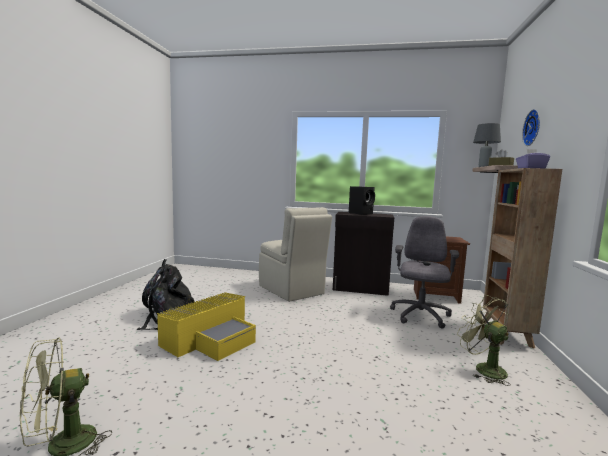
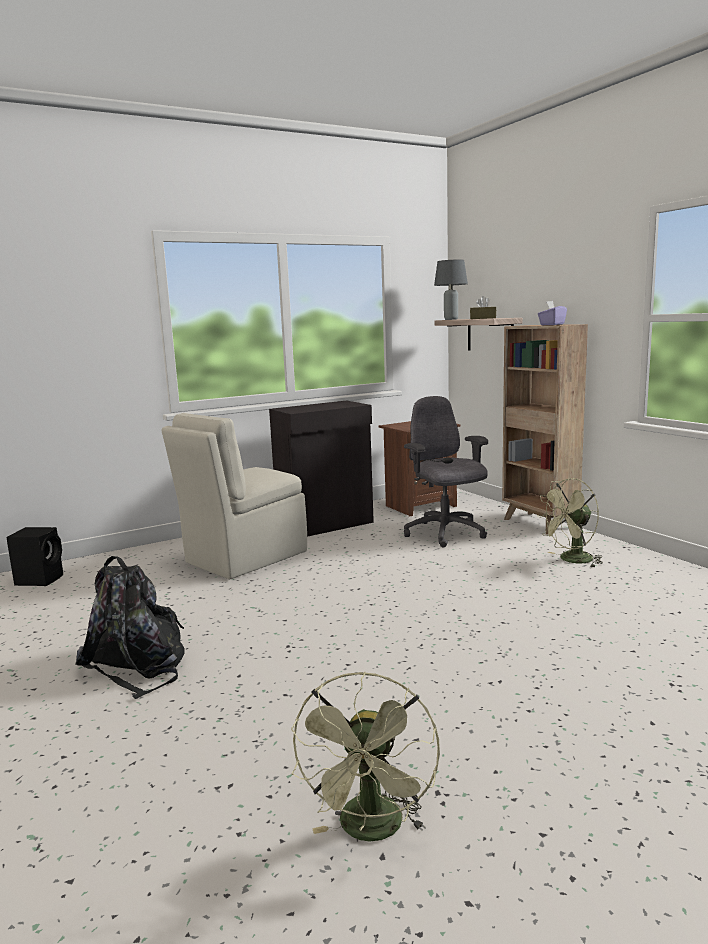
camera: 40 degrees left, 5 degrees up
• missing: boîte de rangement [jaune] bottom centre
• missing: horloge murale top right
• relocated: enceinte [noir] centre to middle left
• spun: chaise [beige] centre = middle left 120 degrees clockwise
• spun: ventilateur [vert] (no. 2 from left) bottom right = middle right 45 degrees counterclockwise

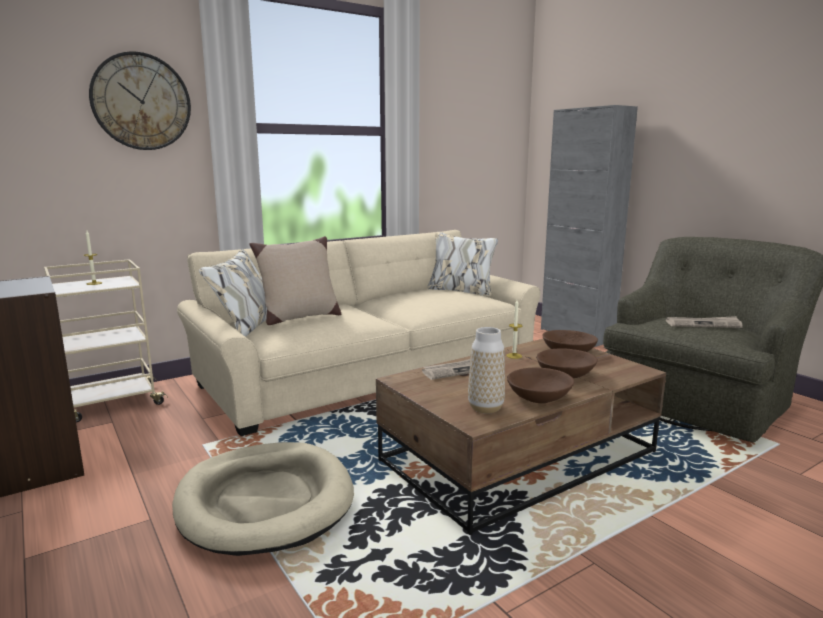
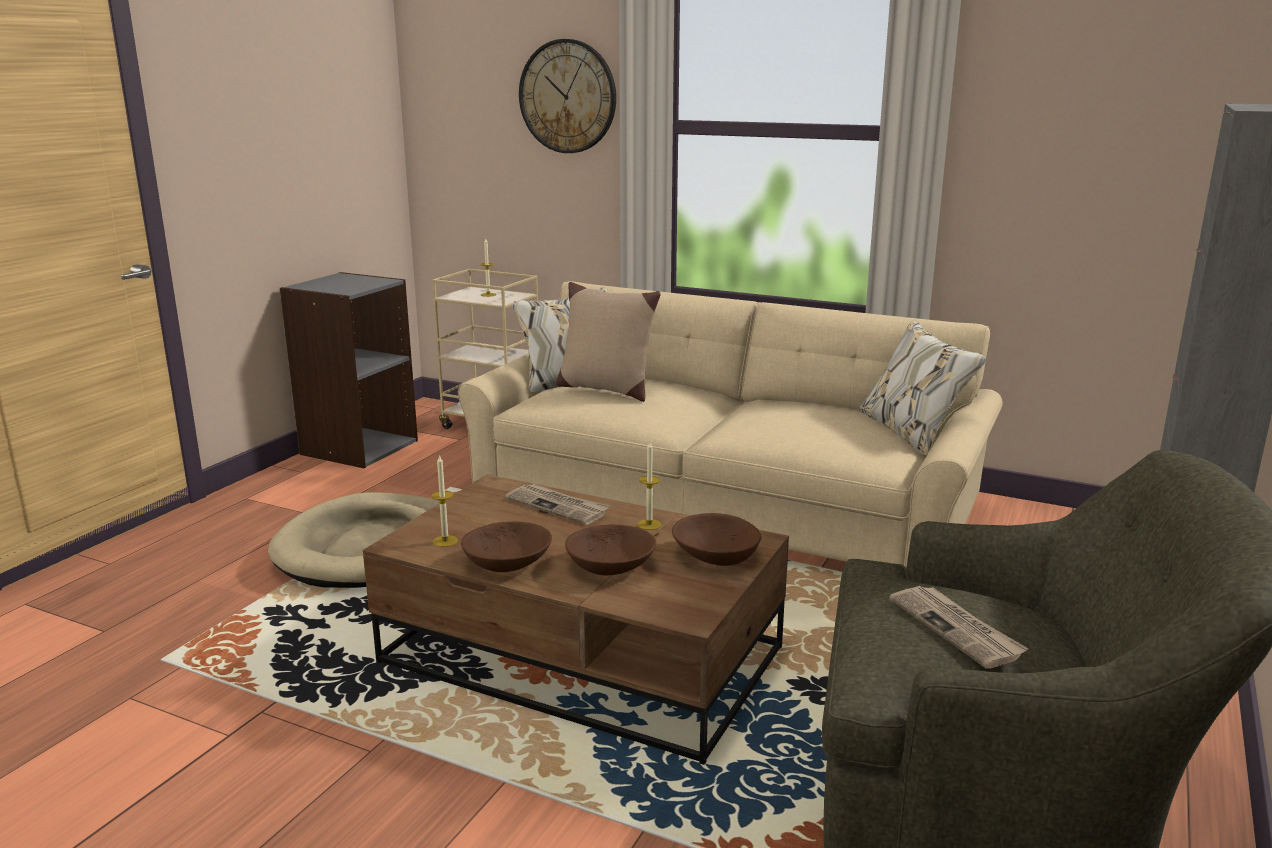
camera: 60 degrees right, 5 degrees up
• exchanged: vase centre to bougie (no. 1 from left) centre

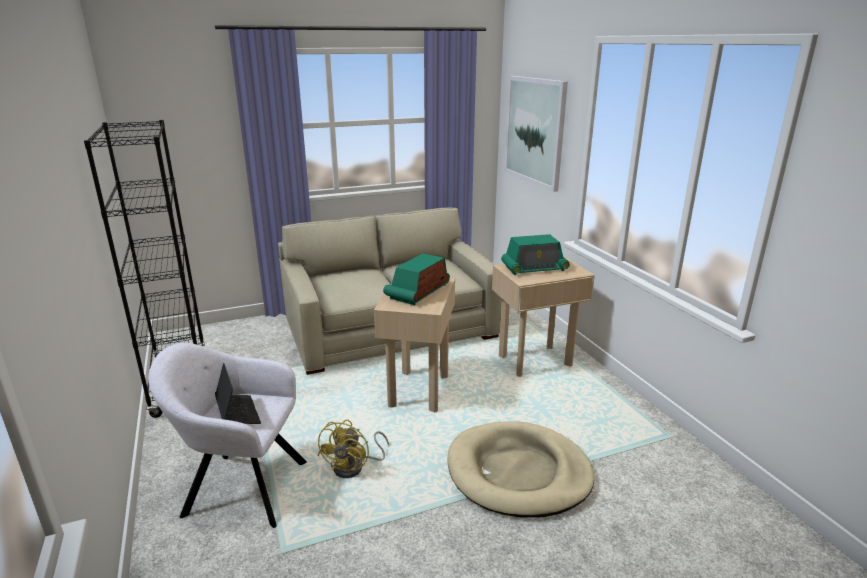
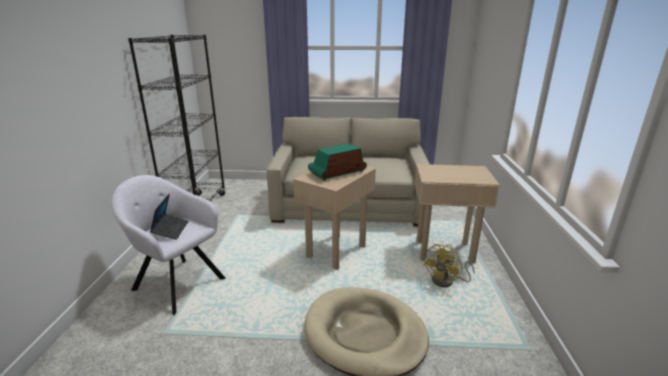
camera: 25 degrees right, 0 degrees up
• missing: radio (no. 2 from left) centre
• missing: tableau top centre
• relocated: ventilateur [jaune] bottom centre to bottom right

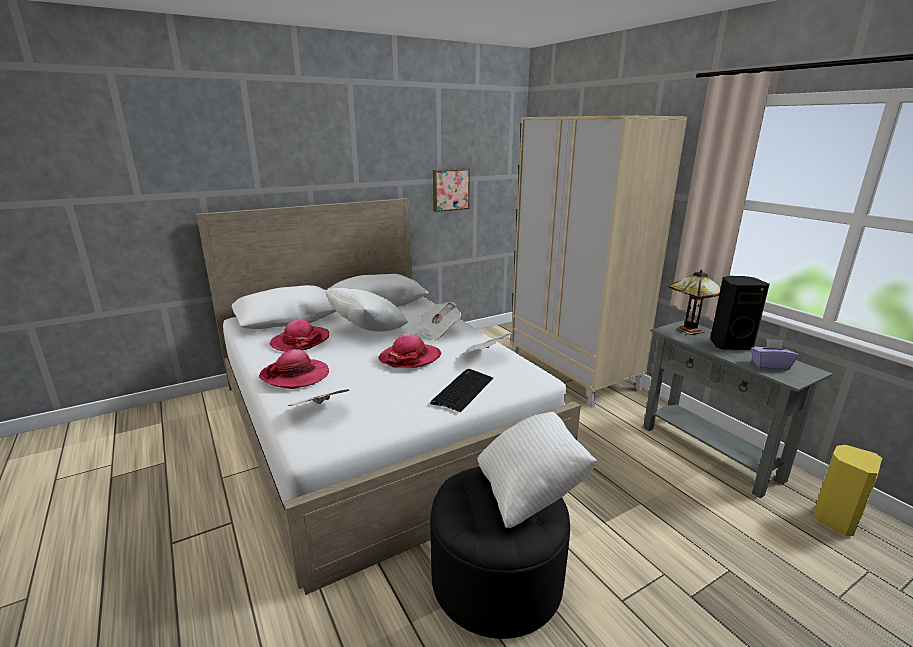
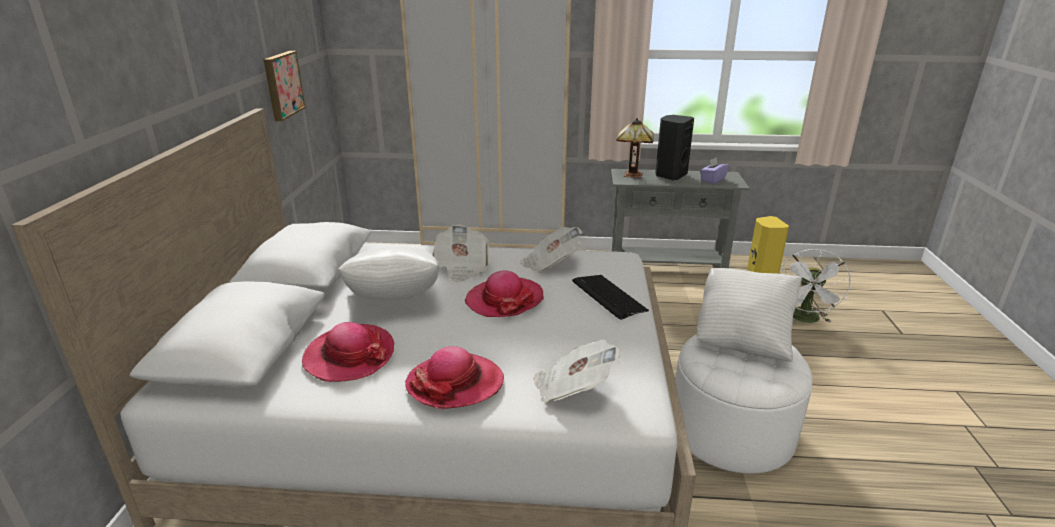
camera: 55 degrees left, 5 degrees up
• appeared: ventilateur [blanc] middle right
• colour: pouf [noir] bottom centre to pouf [blanc] bottom right

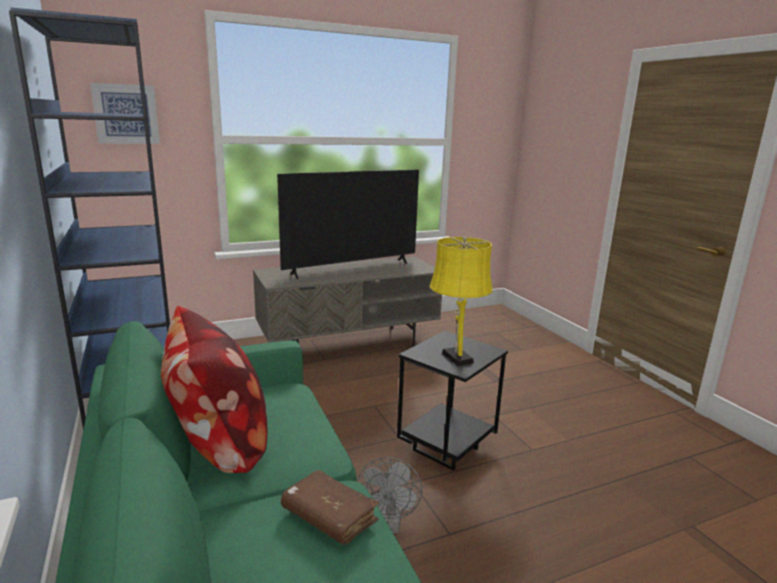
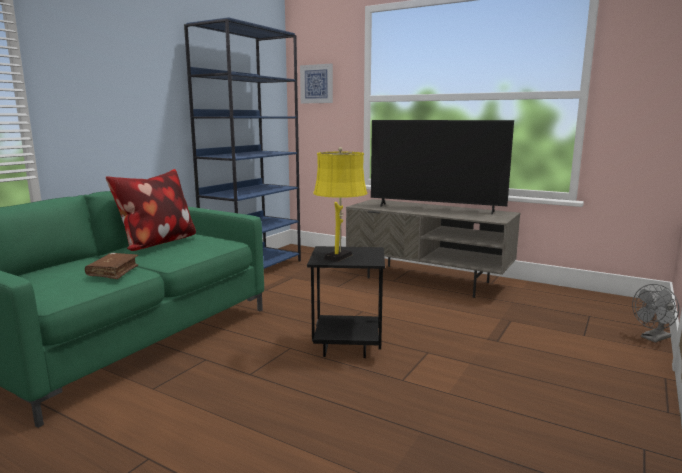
camera: 55 degrees right, 5 degrees down
• relocated: ventilateur [gris] bottom centre to middle right

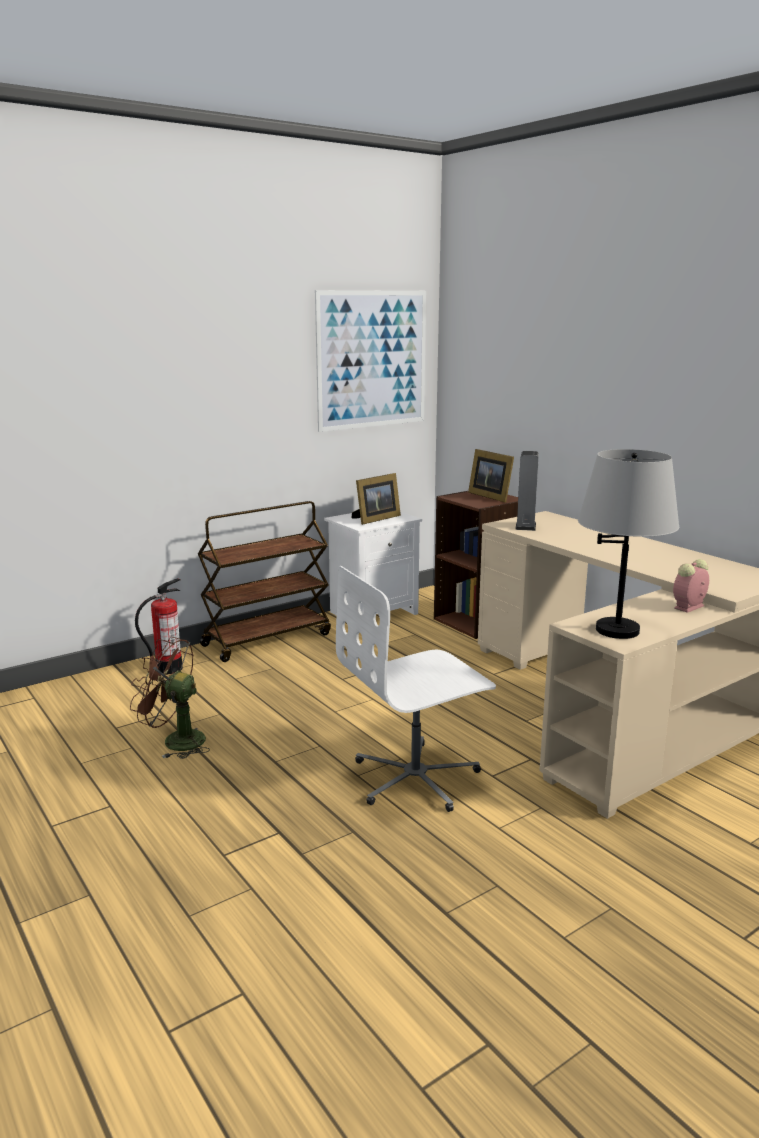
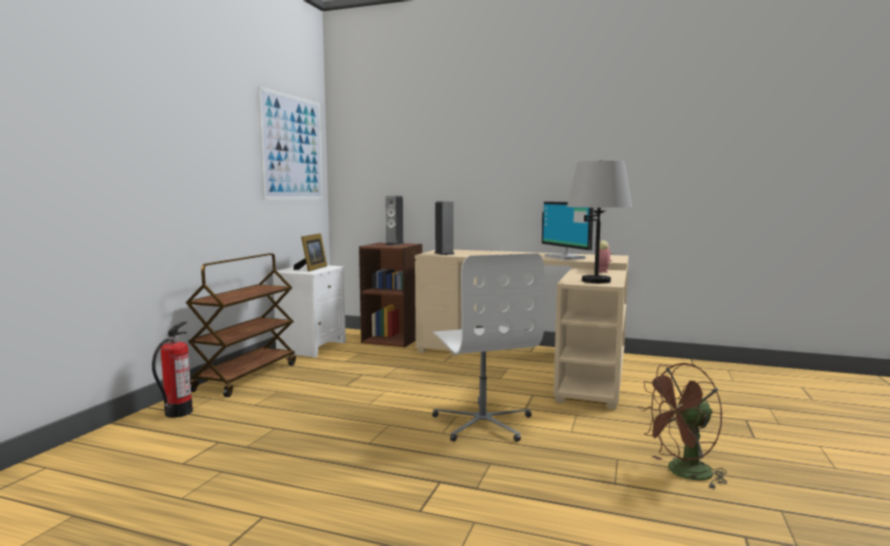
camera: 35 degrees left, 10 degrees down
• appeared: écran d'ordinateur centre
• relocated: ventilateur [marron] middle left to bottom right
• exchanged: cadre photo (no. 2 from left) centre to enceinte (no. 1 from left) centre
• spun: chaise de bureau [blanc] centre = centre 45 degrees counterclockwise

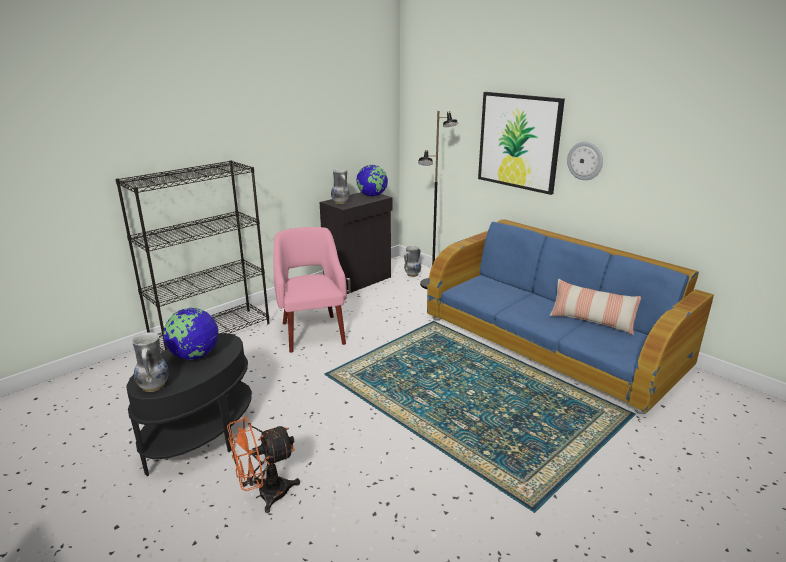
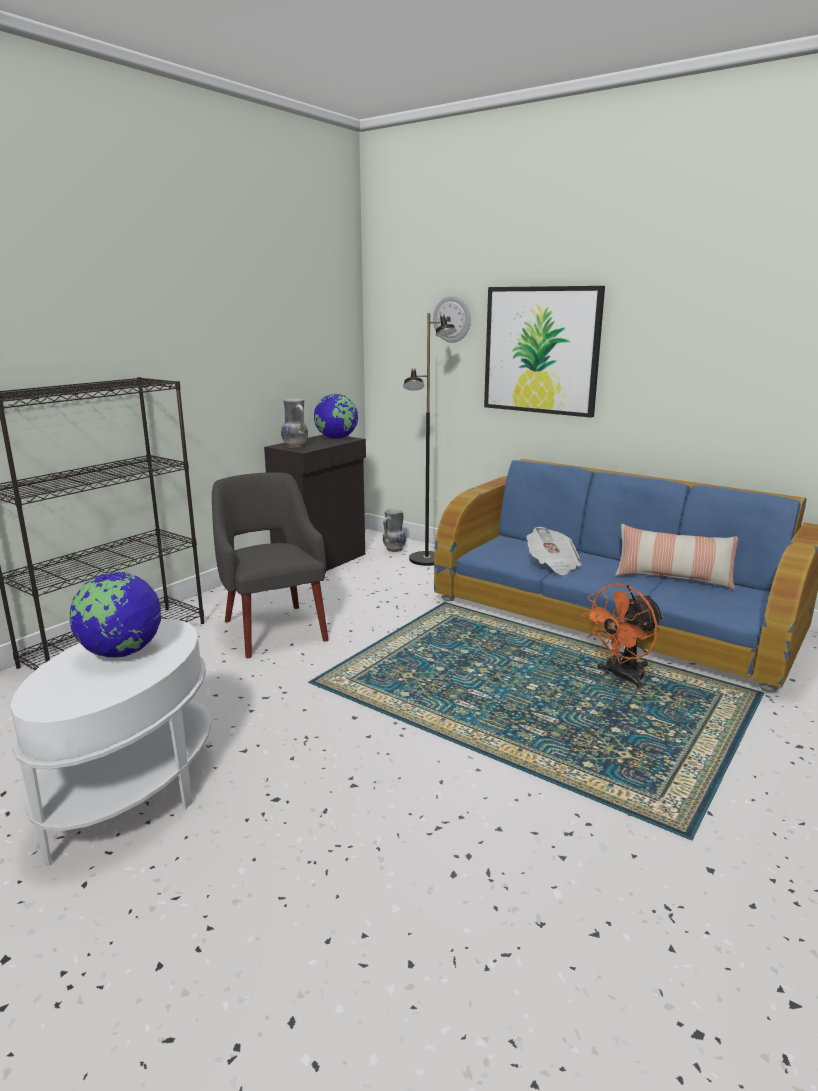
camera: 10 degrees left, 5 degrees down
• missing: vase (no. 1 from left) middle left
• appeared: journal middle right
• relocated: ventilateur [orange] bottom centre to middle right
• relocated: horloge murale top right to top centre
• colour: table d'appoint [noir] bottom left to table d'appoint [blanc] bottom left
• colour: fauteuil [rose] centre to fauteuil [gris] middle left

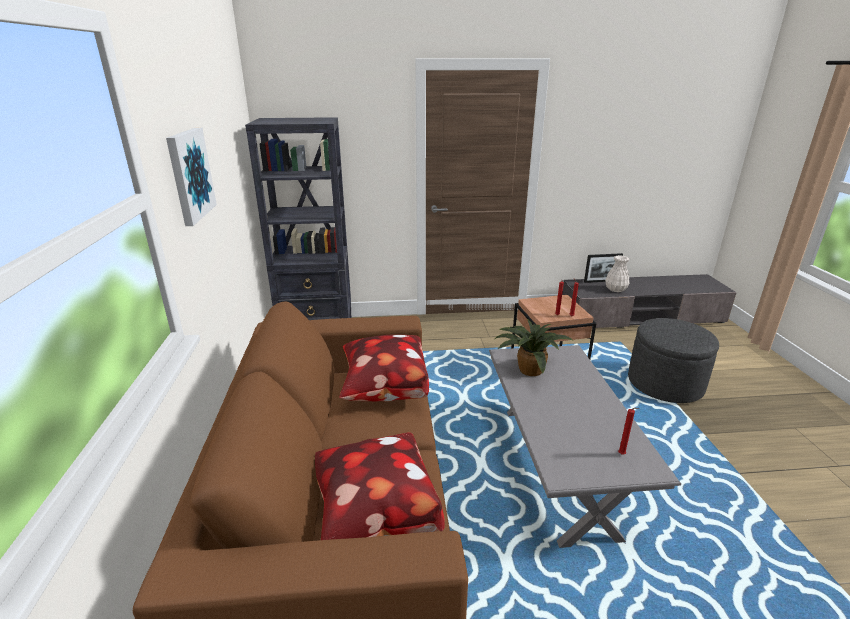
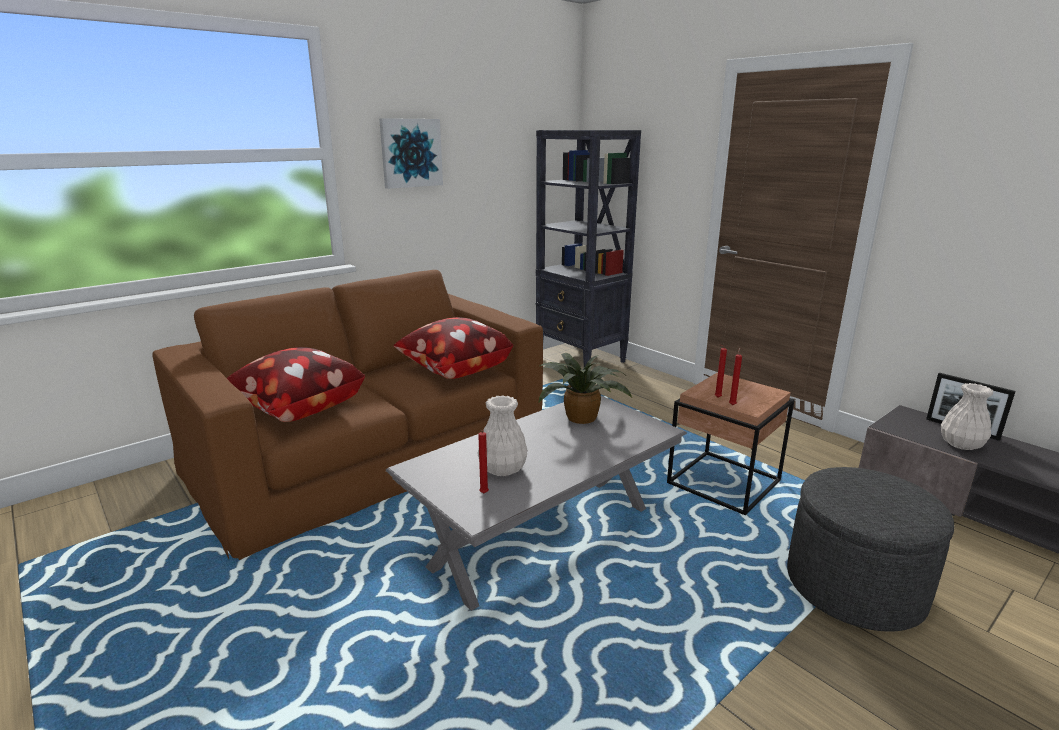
camera: 55 degrees right, 5 degrees down
• appeared: vase [blanc] (no. 1 from left) centre

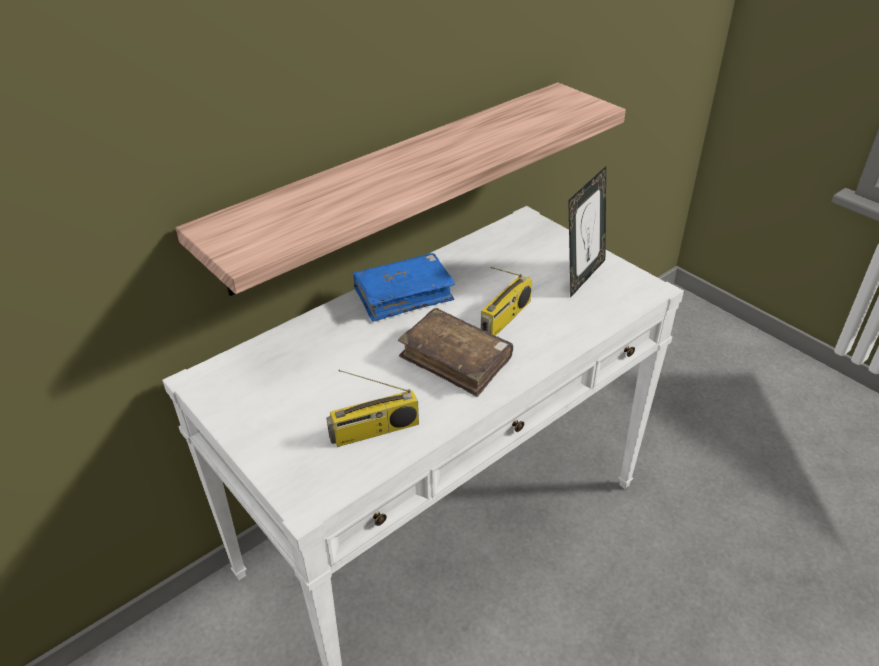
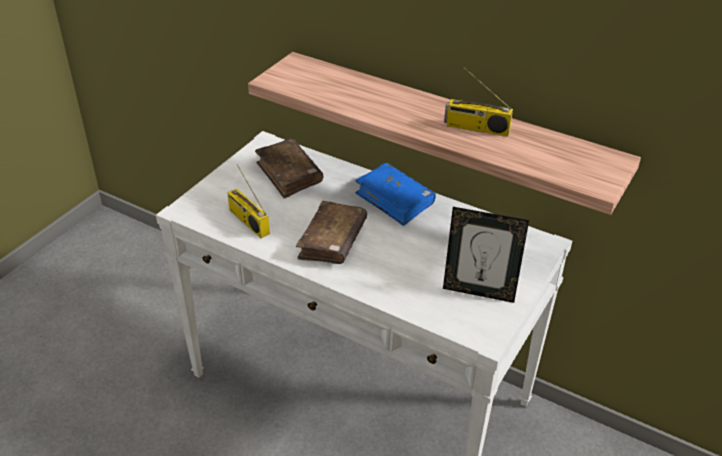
camera: 70 degrees right, 0 degrees up
• appeared: livre [marron] (no. 1 from left) centre
• relocated: radio (no. 2 from left) centre to top centre

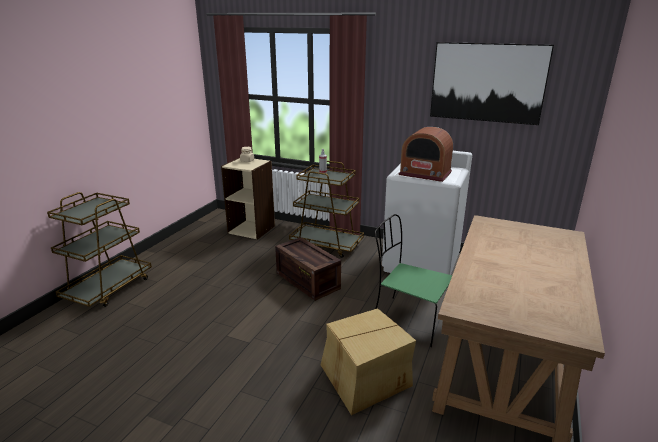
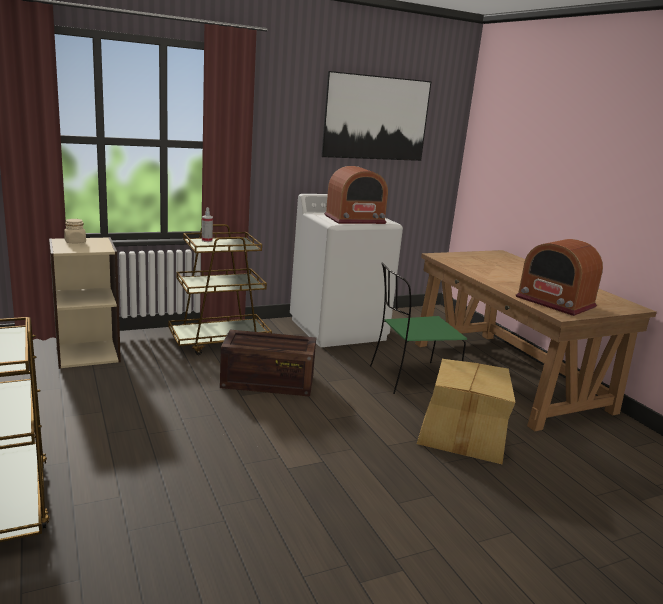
camera: 50 degrees left, 5 degrees down
• appeared: radio (no. 2 from left) middle right

